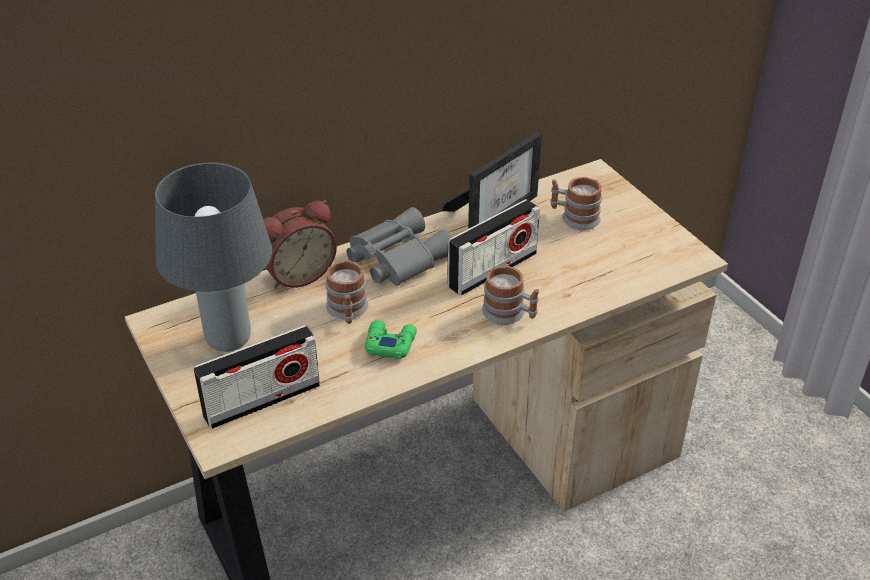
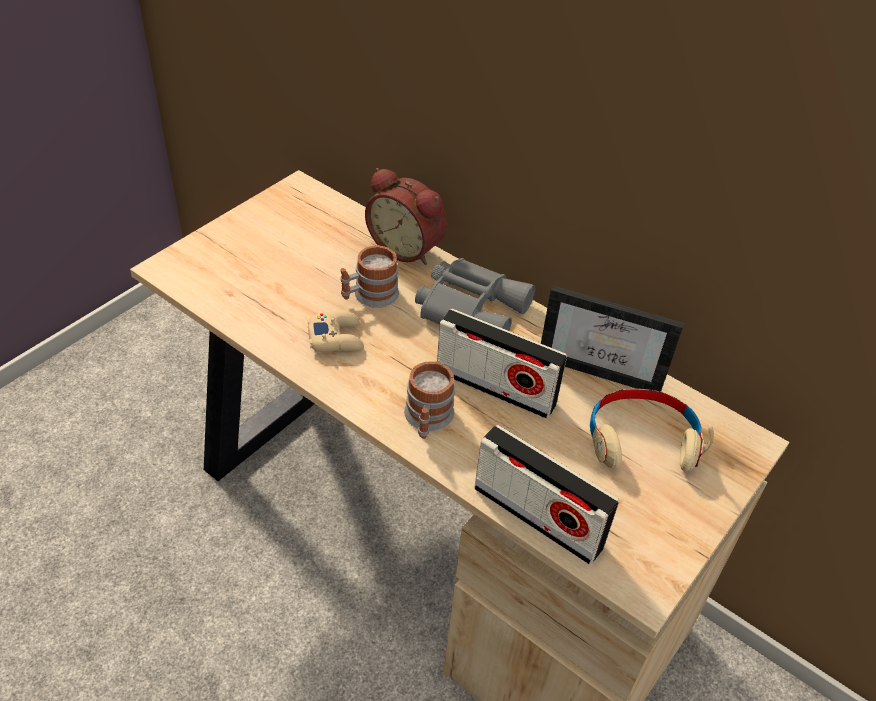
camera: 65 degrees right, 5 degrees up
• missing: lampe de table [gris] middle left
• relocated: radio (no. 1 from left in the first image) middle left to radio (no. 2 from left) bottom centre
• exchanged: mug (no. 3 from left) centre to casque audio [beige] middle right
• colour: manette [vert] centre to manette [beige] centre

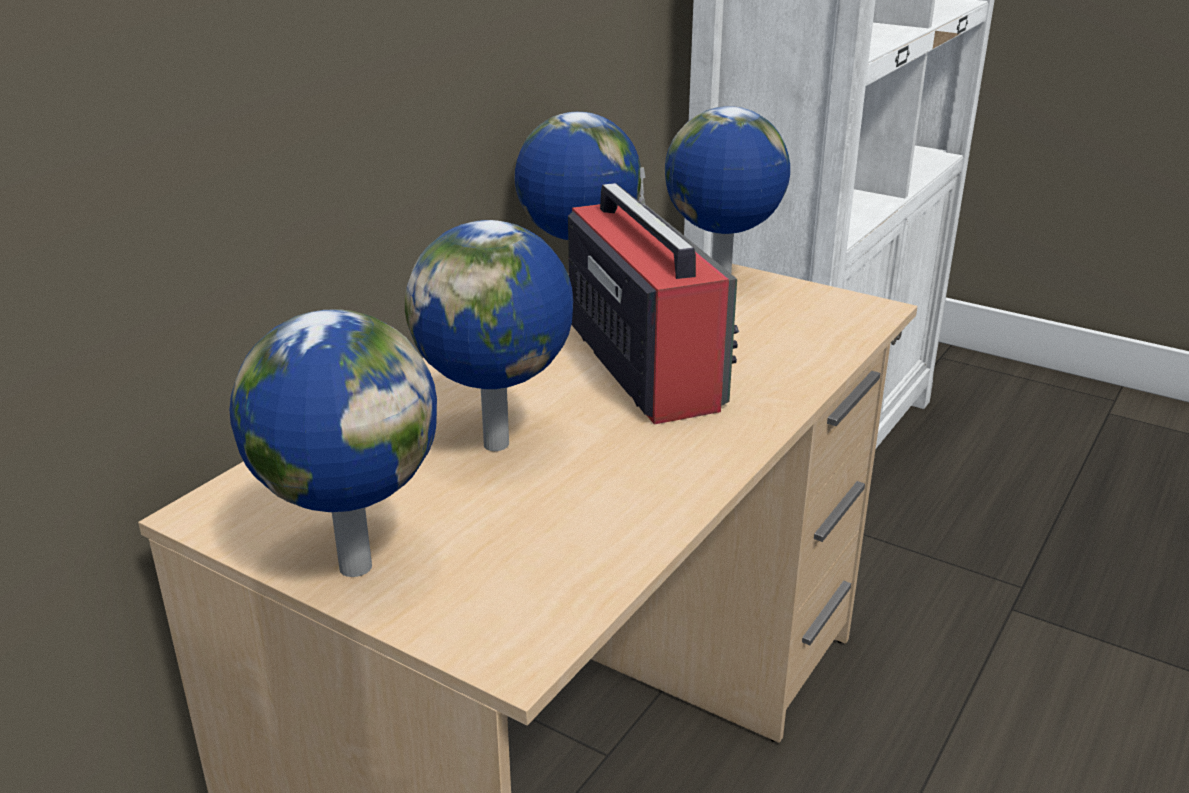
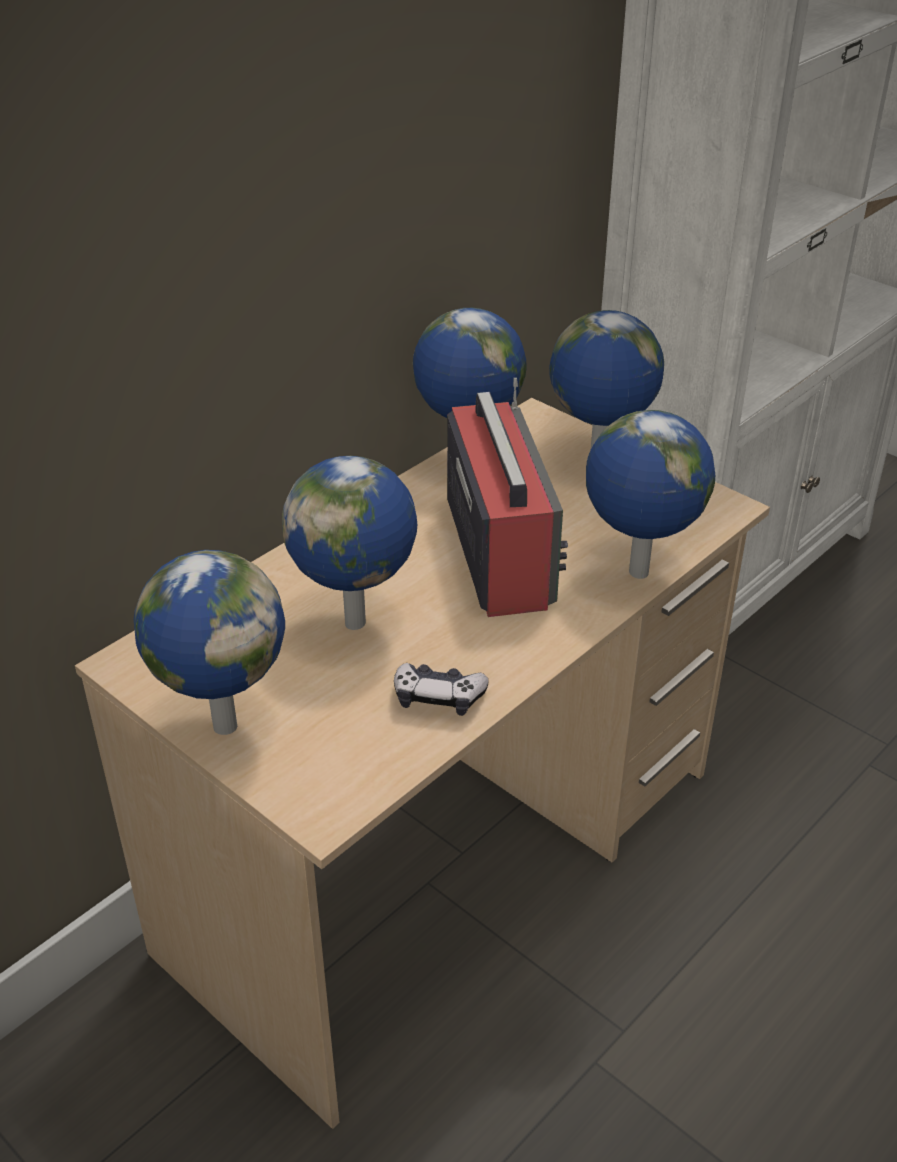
camera: 10 degrees right, 10 degrees up
• appeared: manette centre
• appeared: globe (no. 5 from left) middle right

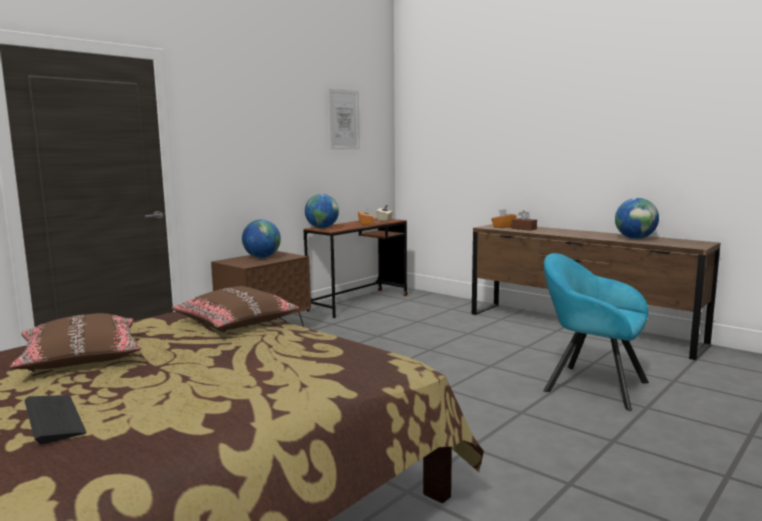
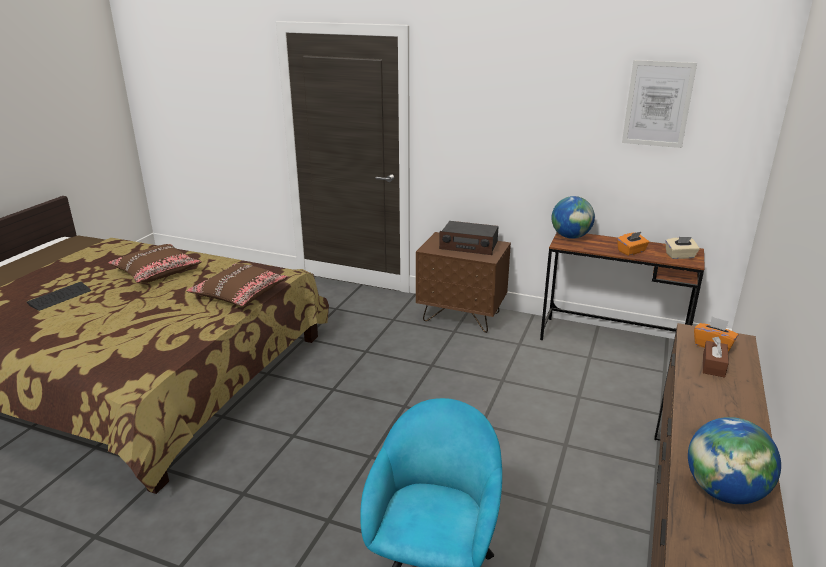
camera: 70 degrees right, 15 degrees up
• exchanged: globe (no. 1 from left) centre to radio centre

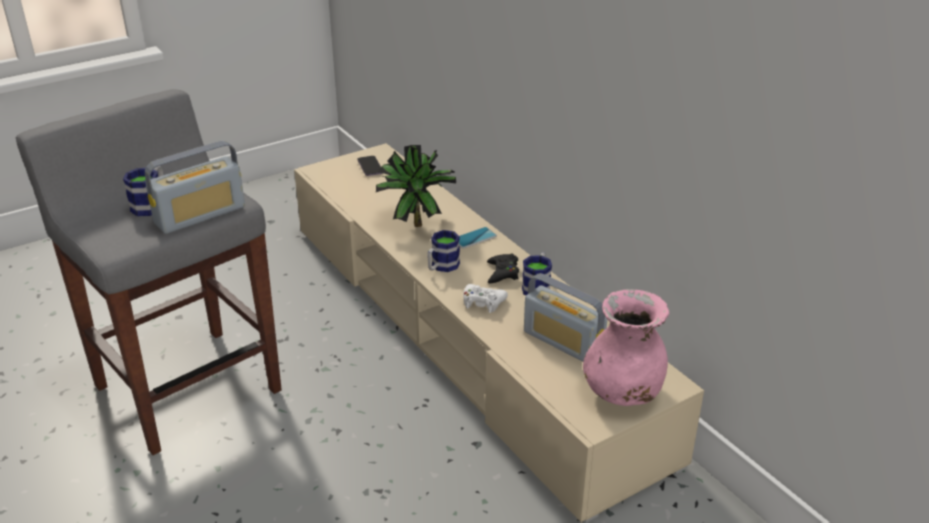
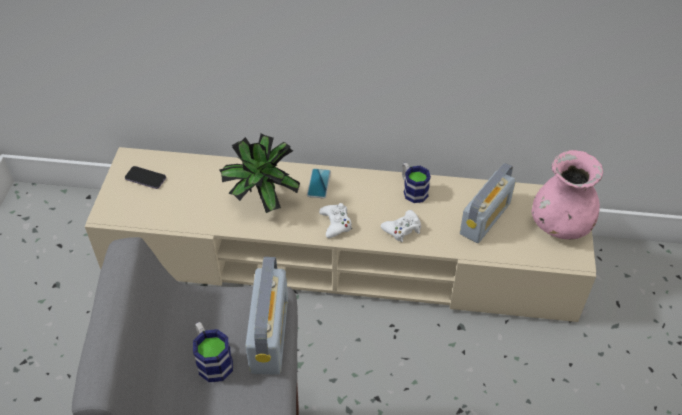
camera: 50 degrees left, 15 degrees up
• missing: manette [noir] centre
• exchanged: mug (no. 2 from left) centre to manette [blanc] (no. 1 from left) centre
• spun: radio (no. 2 from left) centre = middle right 45 degrees counterclockwise

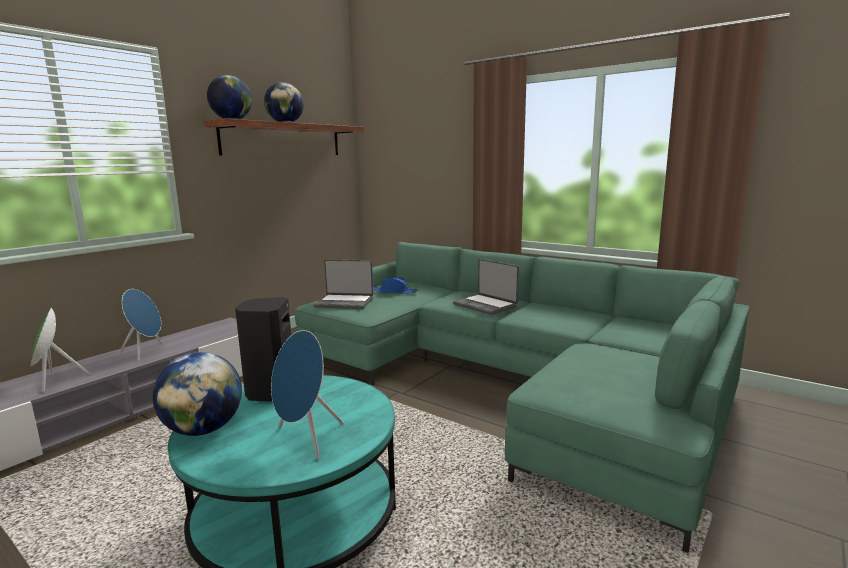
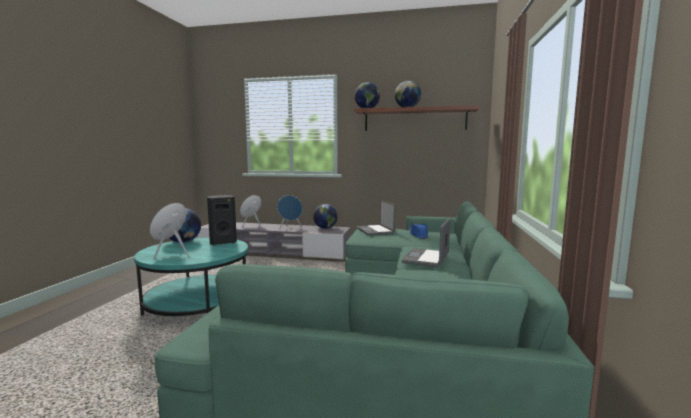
camera: 65 degrees right, 5 degrees down
• appeared: globe (no. 2 from left) centre

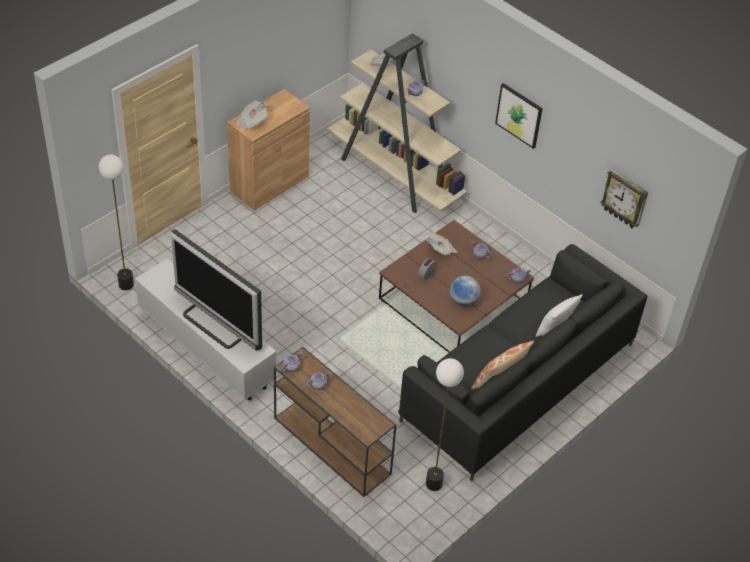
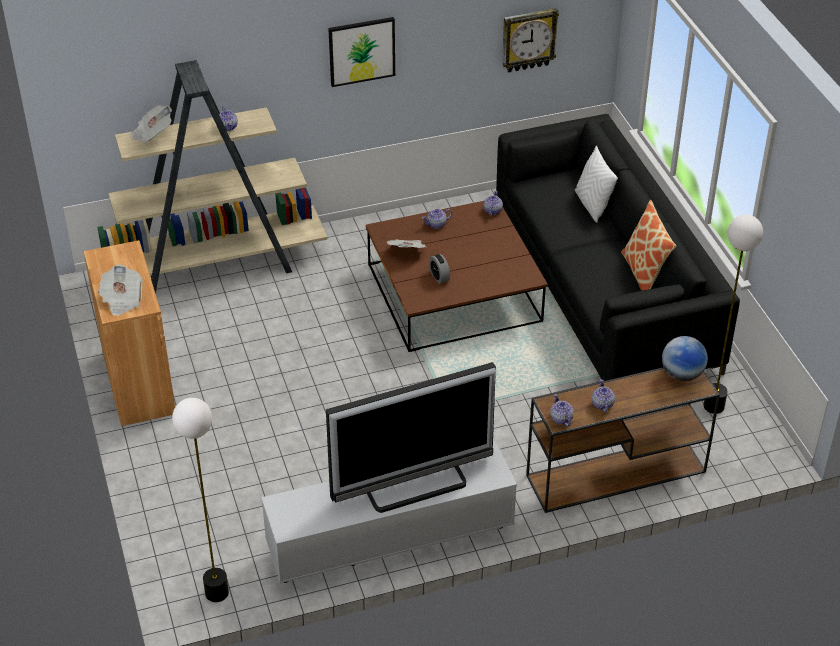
camera: 60 degrees left, 5 degrees down
• relocated: globe centre to middle right

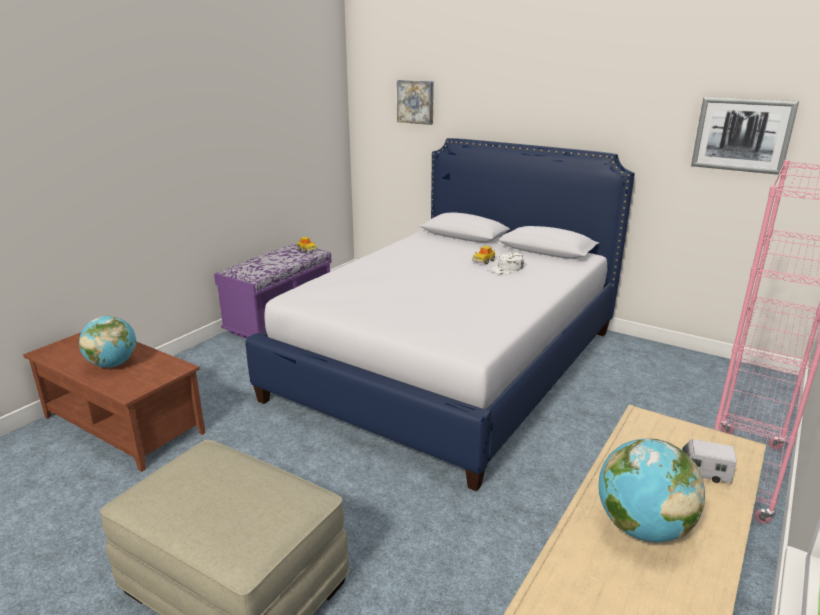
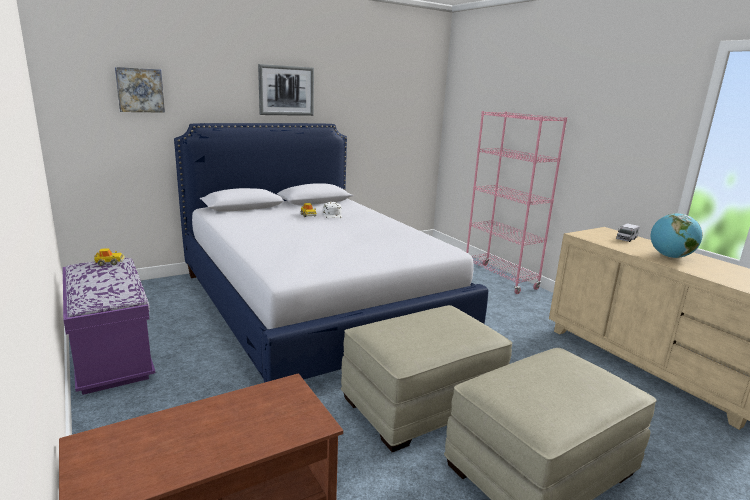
camera: 65 degrees left, 5 degrees down
• missing: globe (no. 1 from left) middle left
• appeared: pouf [beige] (no. 1 from left) bottom centre
• relocated: tableau (no. 2 from left) top right to top centre

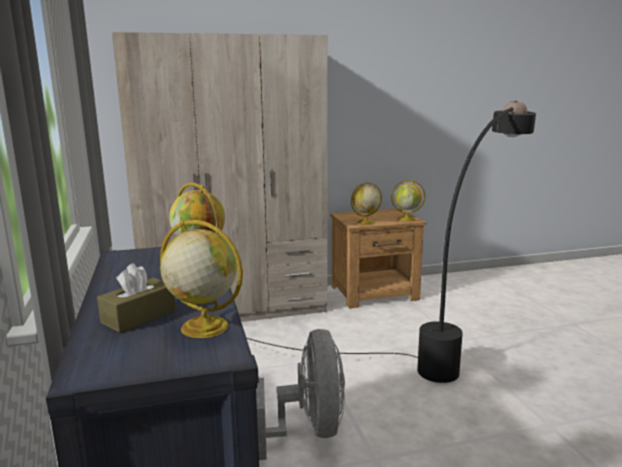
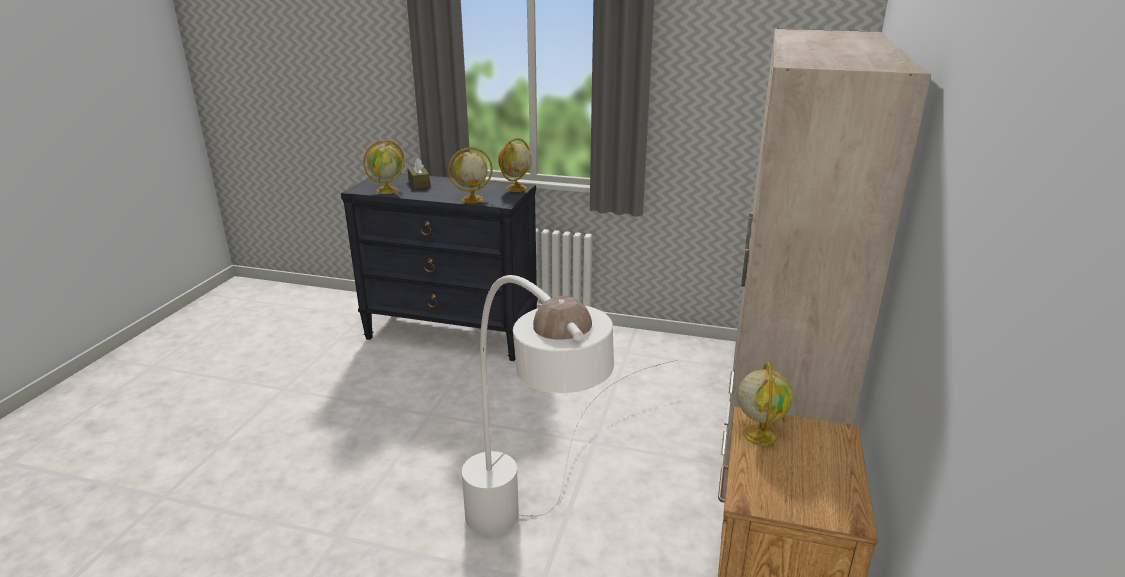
camera: 120 degrees right, 10 degrees up
• missing: ventilateur [gris] bottom centre
• relocated: globe (no. 4 from left in the first image) centre to globe (no. 3 from left) top centre
• colour: lampadaire [noir] centre to lampadaire [blanc] bottom centre

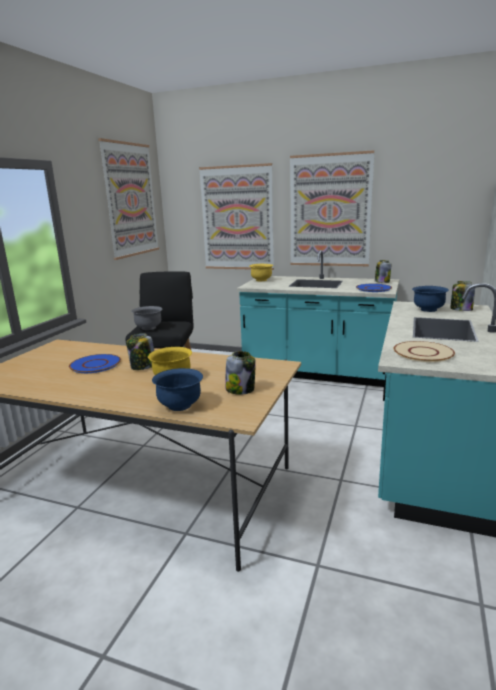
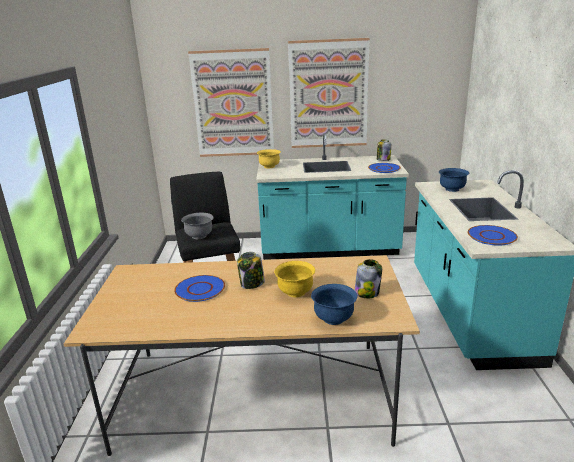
camera: 20 degrees left, 5 degrees up
• missing: tableau (no. 1 from left) top left
• missing: bocal (no. 4 from left) middle right
• colour: assiette [beige] middle right to assiette [bleu] (no. 3 from left) middle right

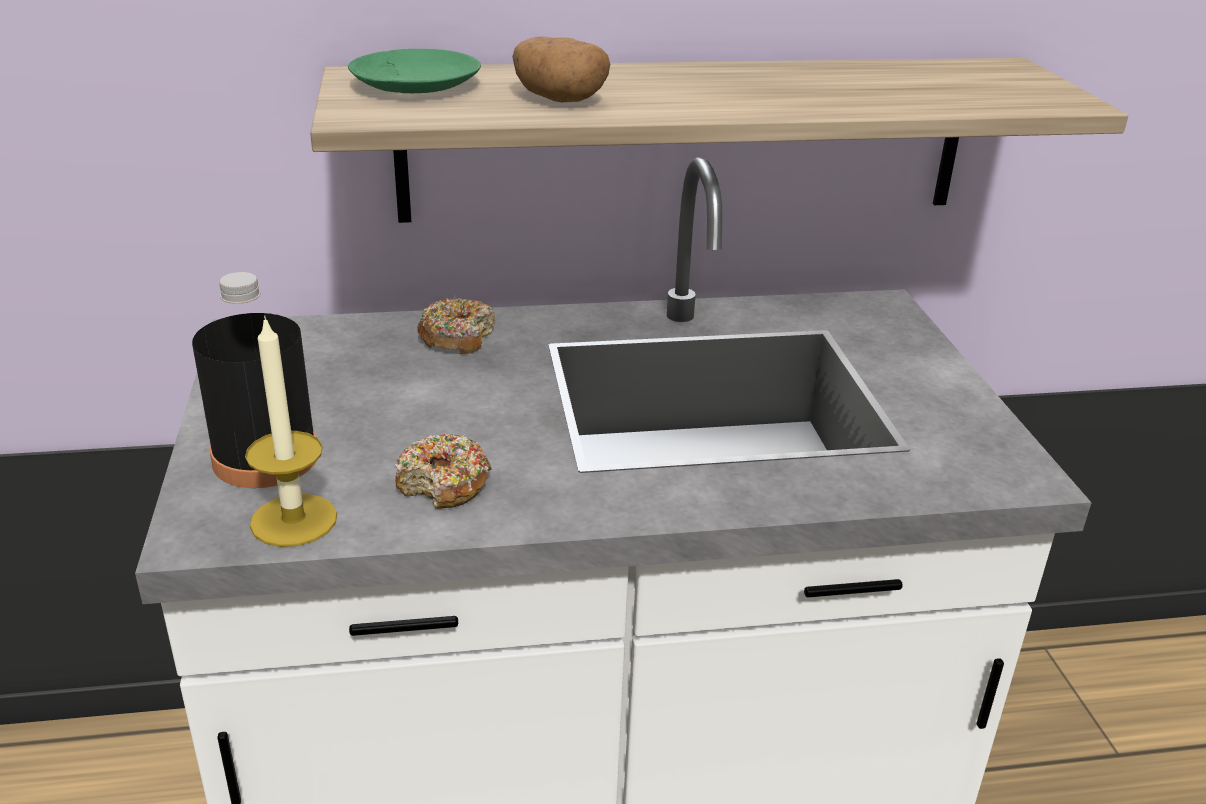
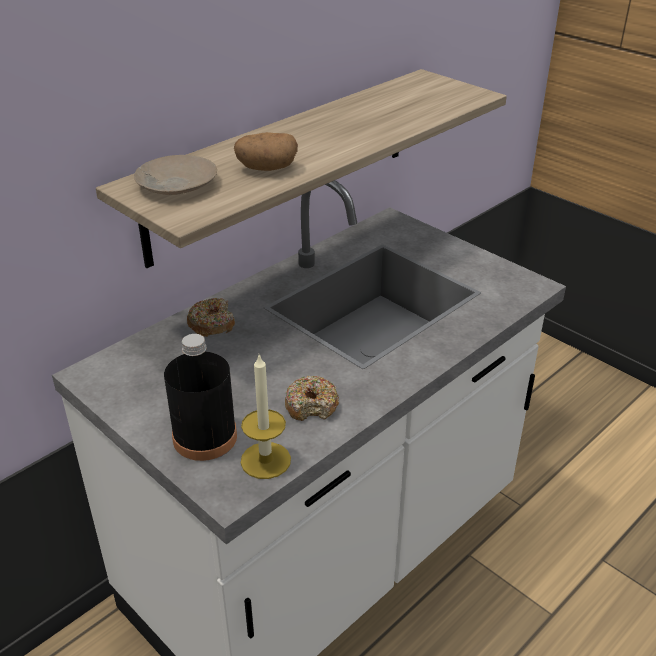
camera: 35 degrees left, 5 degrees up
• colour: assiette [vert] top centre to assiette [beige] top left

